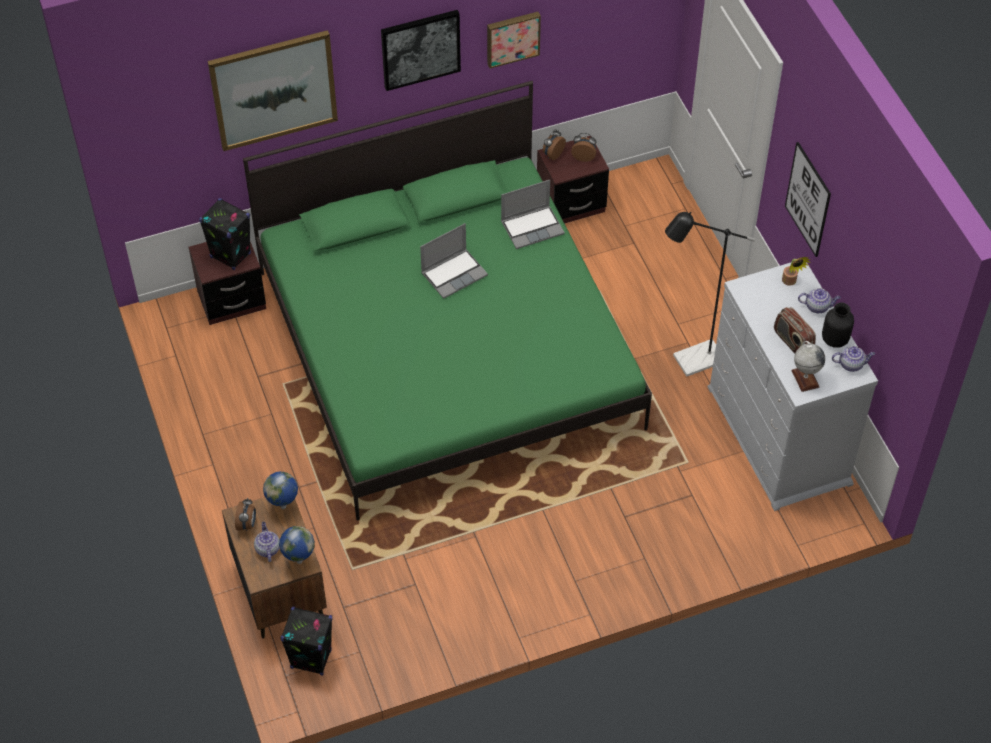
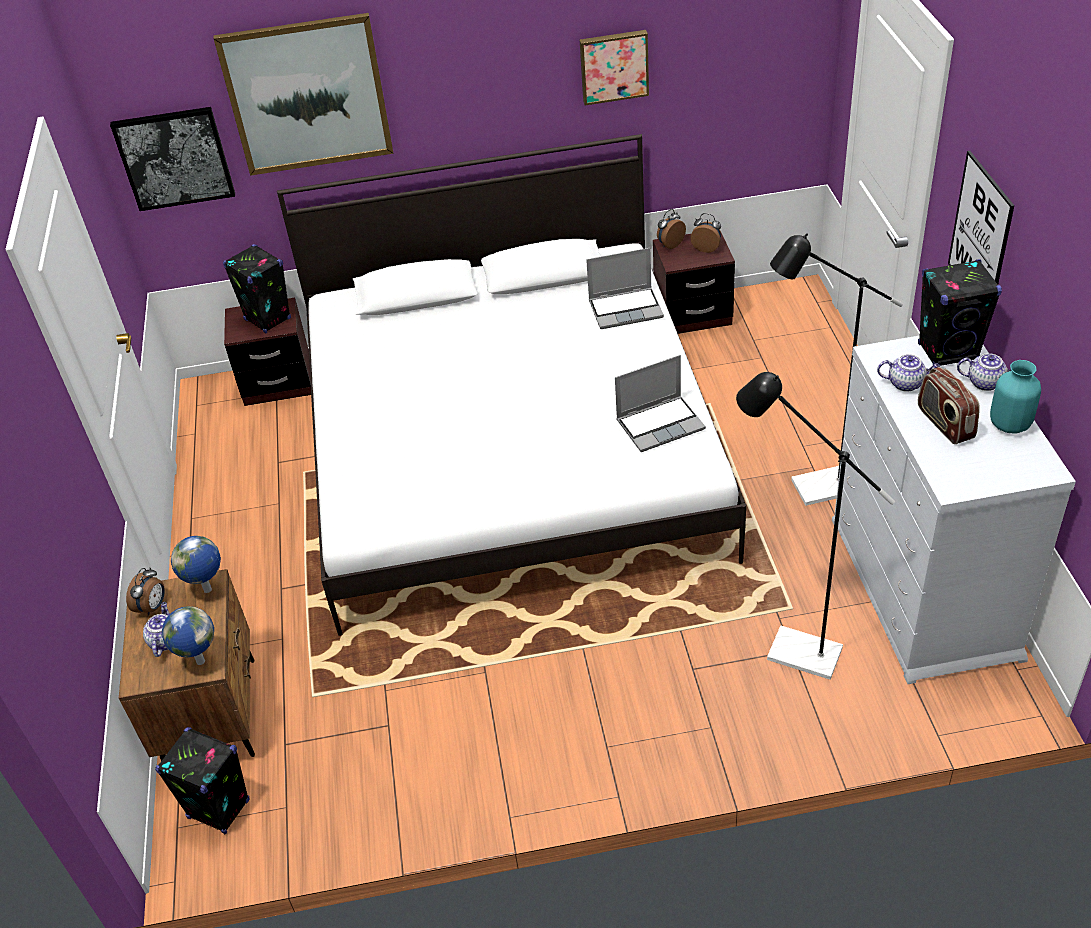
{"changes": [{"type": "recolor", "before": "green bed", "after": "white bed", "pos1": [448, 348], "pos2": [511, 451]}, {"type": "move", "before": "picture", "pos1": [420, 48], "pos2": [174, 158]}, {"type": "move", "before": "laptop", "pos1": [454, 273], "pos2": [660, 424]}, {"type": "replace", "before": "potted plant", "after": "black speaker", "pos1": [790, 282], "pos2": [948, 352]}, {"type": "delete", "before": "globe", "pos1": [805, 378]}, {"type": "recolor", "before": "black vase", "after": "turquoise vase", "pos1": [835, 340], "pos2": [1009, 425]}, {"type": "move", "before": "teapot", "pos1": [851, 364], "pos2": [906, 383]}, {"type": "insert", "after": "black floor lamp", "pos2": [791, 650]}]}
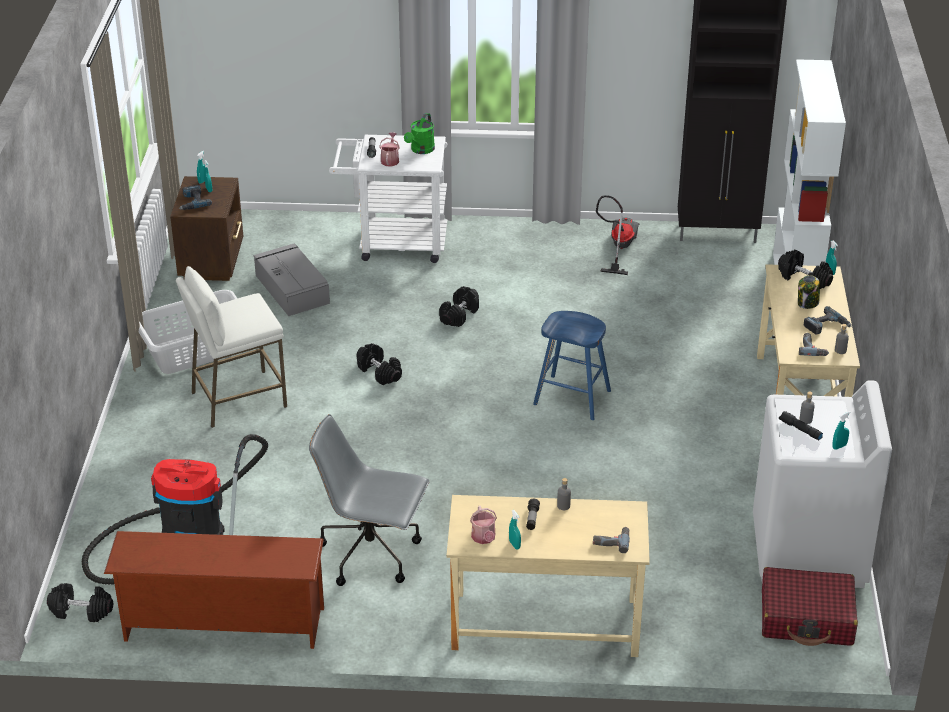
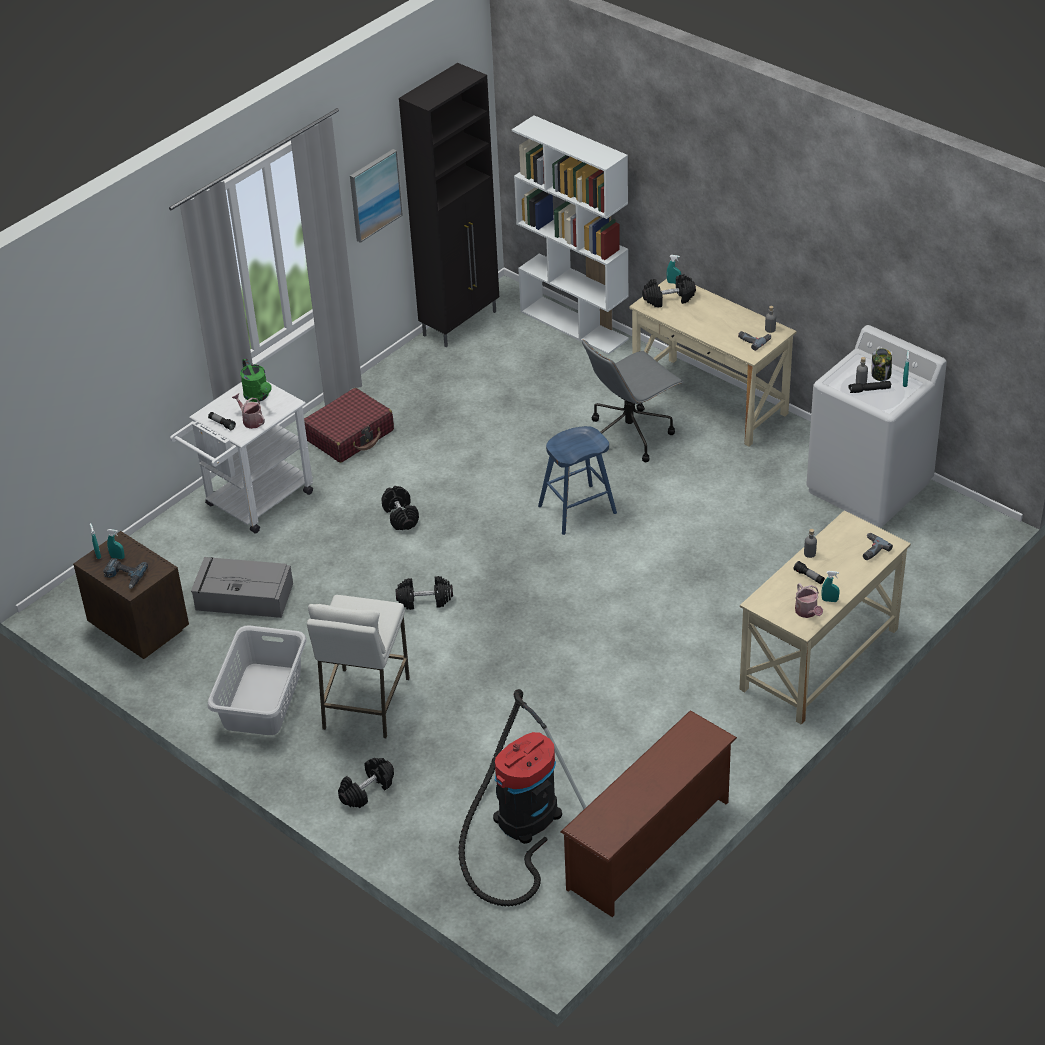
{"changes": [{"type": "move", "before": "black dumbbell", "pos1": [82, 611], "pos2": [367, 790]}, {"type": "move", "before": "grey office chair", "pos1": [372, 554], "pos2": [630, 434]}, {"type": "rotate", "before": "watering can", "pos1": [484, 538], "pos2": [807, 612], "turn": 45}, {"type": "delete", "before": "vacuum cleaner", "pos1": [618, 247]}, {"type": "move", "before": "red suitcase", "pos1": [807, 618], "pos2": [349, 435]}, {"type": "move", "before": "jar", "pos1": [807, 303], "pos2": [881, 375]}, {"type": "delete", "before": "power drill", "pos1": [826, 326]}, {"type": "insert", "after": "picture", "pos2": [374, 195]}]}
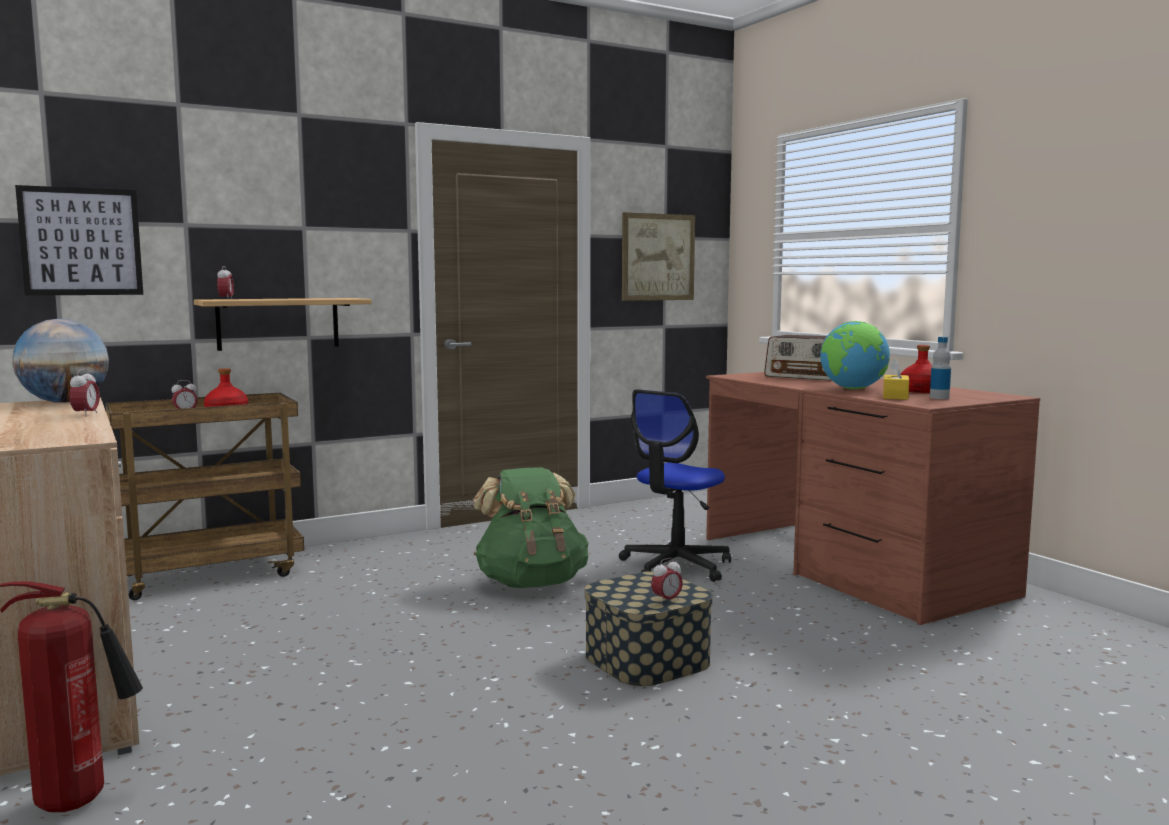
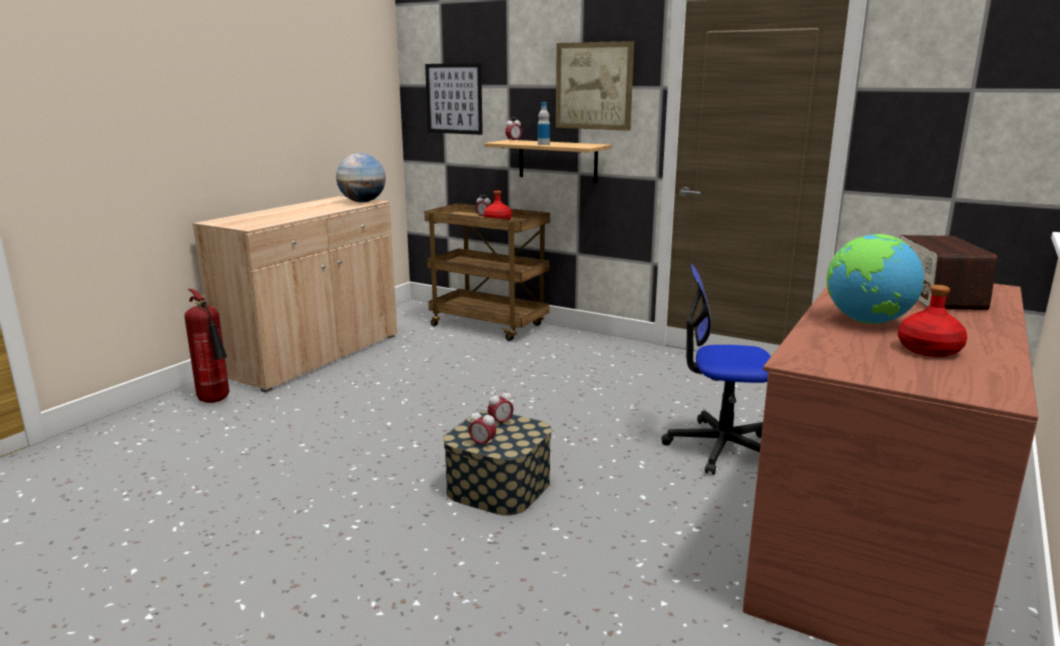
{"changes": [{"type": "move", "before": "alarm clock", "pos1": [86, 414], "pos2": [500, 423]}, {"type": "delete", "before": "green backpack", "pos1": [531, 583]}, {"type": "move", "before": "picture", "pos1": [658, 257], "pos2": [593, 86]}, {"type": "delete", "before": "yellow tissue box", "pos1": [895, 396]}, {"type": "move", "before": "bottle", "pos1": [939, 398], "pos2": [543, 144]}]}
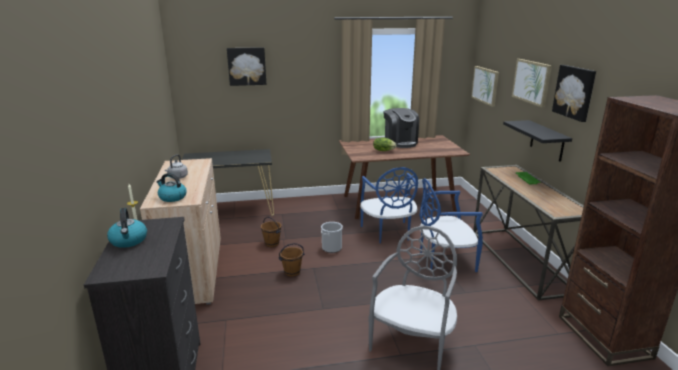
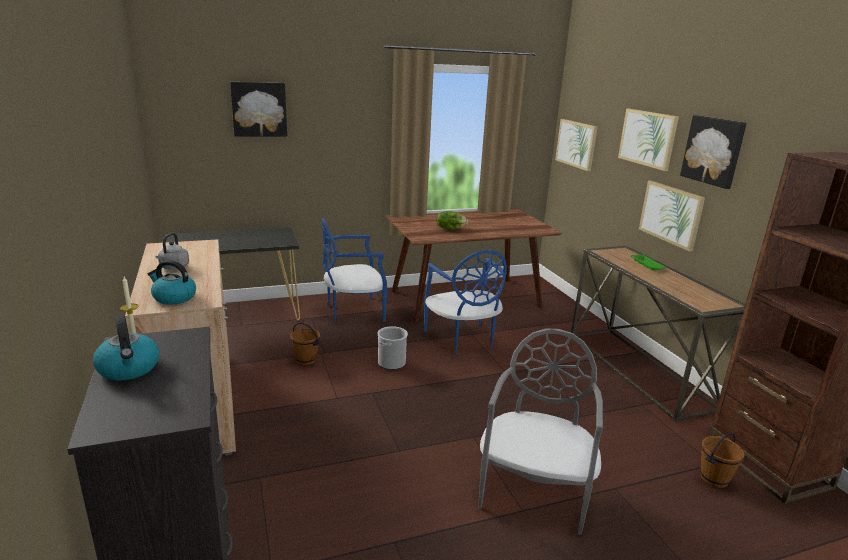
{"changes": [{"type": "move", "before": "brown bucket", "pos1": [292, 272], "pos2": [713, 478]}, {"type": "delete", "before": "coffee machine", "pos1": [400, 142]}, {"type": "move", "before": "blue chair", "pos1": [444, 259], "pos2": [353, 311]}, {"type": "replace", "before": "black shelf", "after": "picture", "pos1": [547, 141], "pos2": [671, 214]}]}
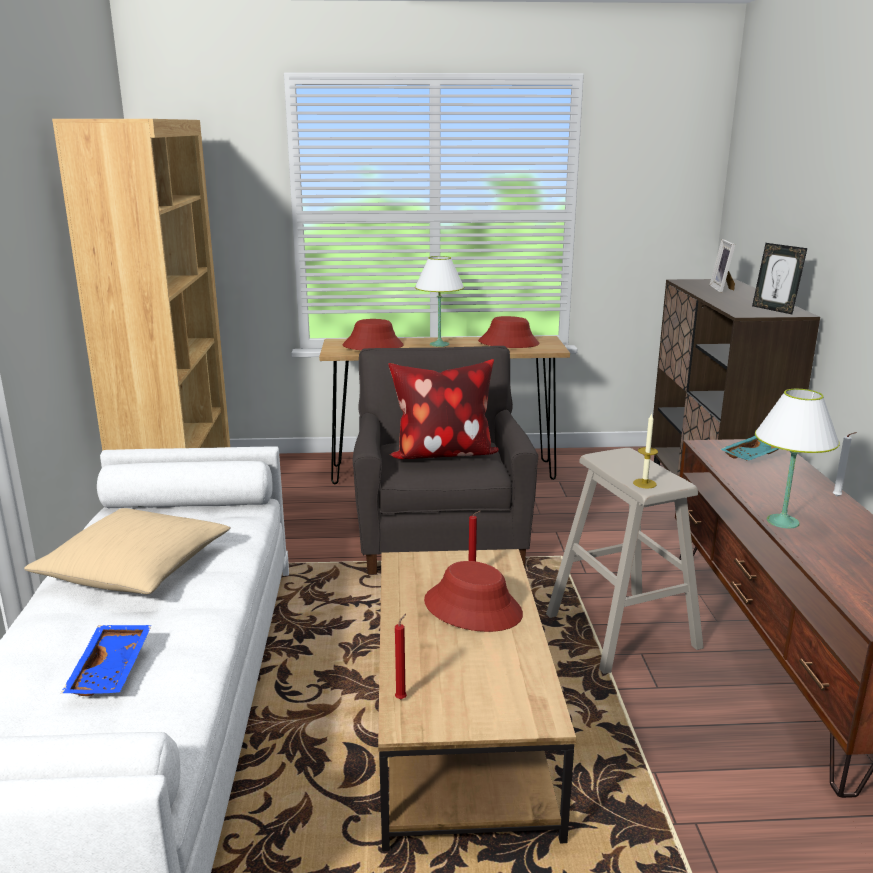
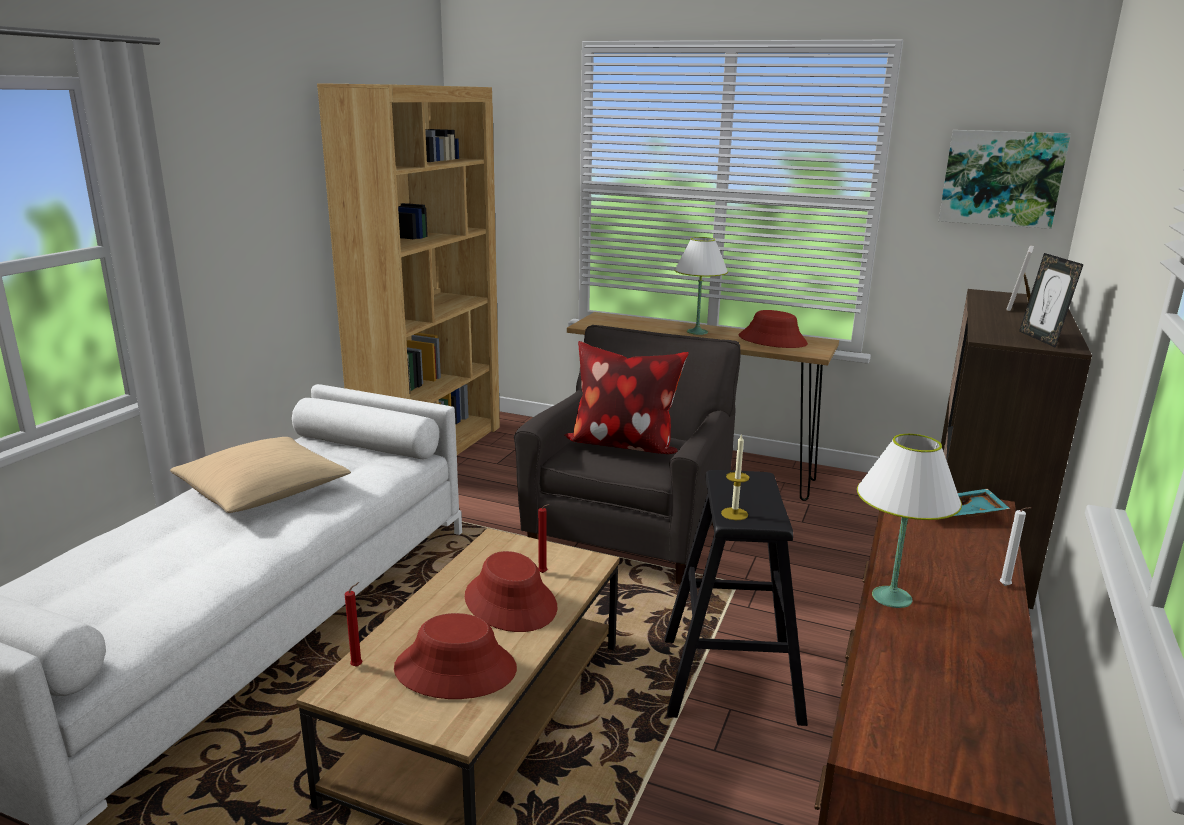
{"changes": [{"type": "delete", "before": "blue tray", "pos1": [112, 670]}, {"type": "move", "before": "red hat", "pos1": [373, 346], "pos2": [456, 669]}, {"type": "recolor", "before": "beige stool", "after": "black stool", "pos1": [622, 631], "pos2": [731, 679]}, {"type": "insert", "after": "picture", "pos2": [1001, 178]}]}
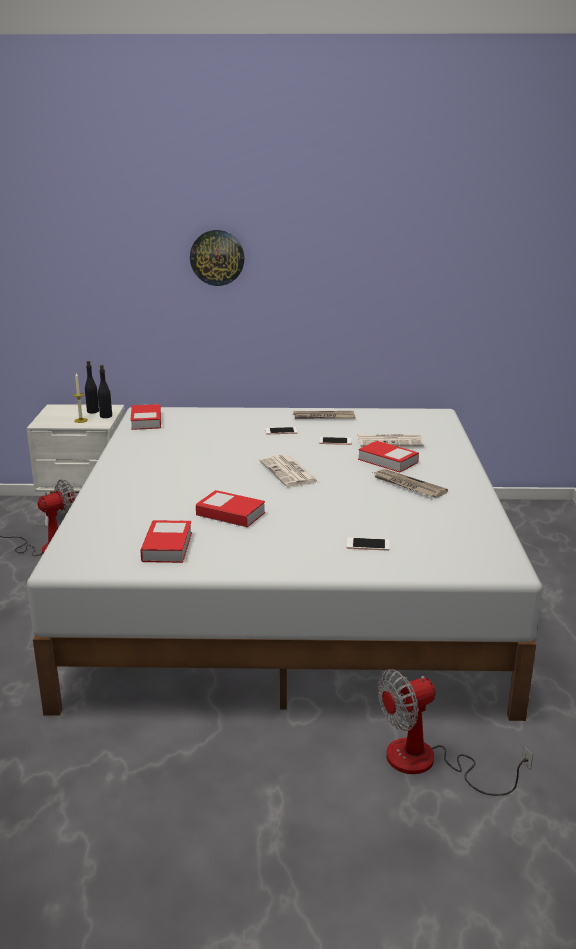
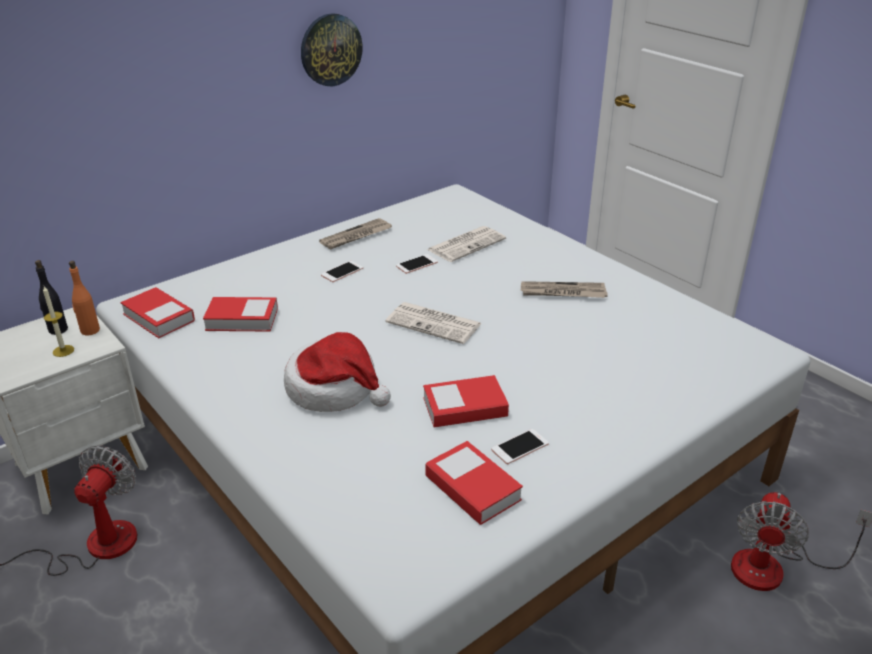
{"changes": [{"type": "recolor", "before": "black bottle", "after": "orange bottle", "pos1": [106, 416], "pos2": [90, 330]}, {"type": "move", "before": "wall clock", "pos1": [217, 257], "pos2": [330, 50]}, {"type": "move", "before": "phone", "pos1": [368, 545], "pos2": [520, 447]}, {"type": "move", "before": "book", "pos1": [388, 461], "pos2": [242, 319]}, {"type": "insert", "after": "hat", "pos2": [334, 388]}]}
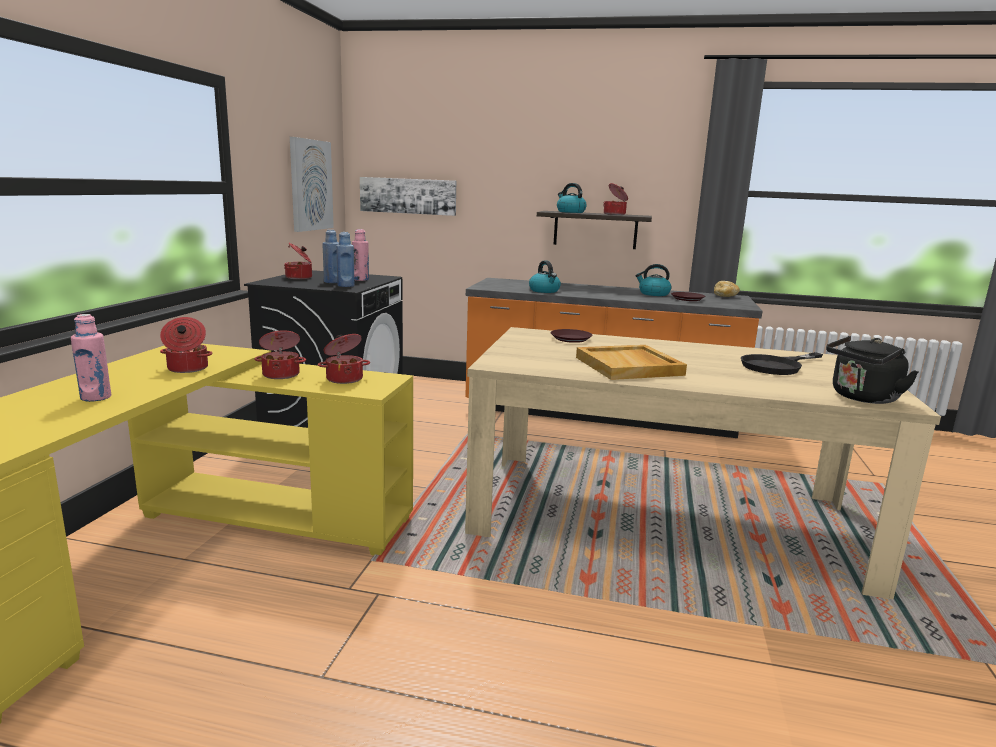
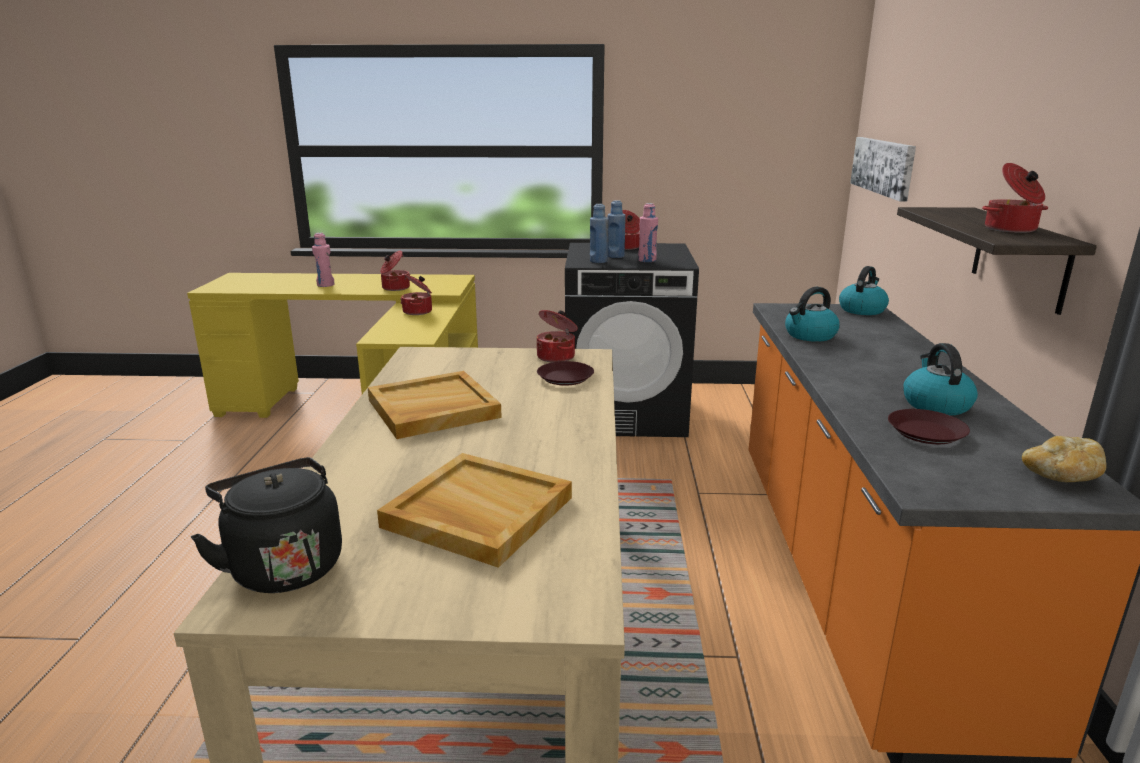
{"changes": [{"type": "delete", "before": "picture", "pos1": [310, 185]}, {"type": "move", "before": "cooking pot", "pos1": [344, 378], "pos2": [557, 357]}, {"type": "move", "before": "kettle", "pos1": [570, 212], "pos2": [862, 310]}, {"type": "replace", "before": "black frying pan", "after": "beige tray", "pos1": [777, 366], "pos2": [476, 512]}]}
